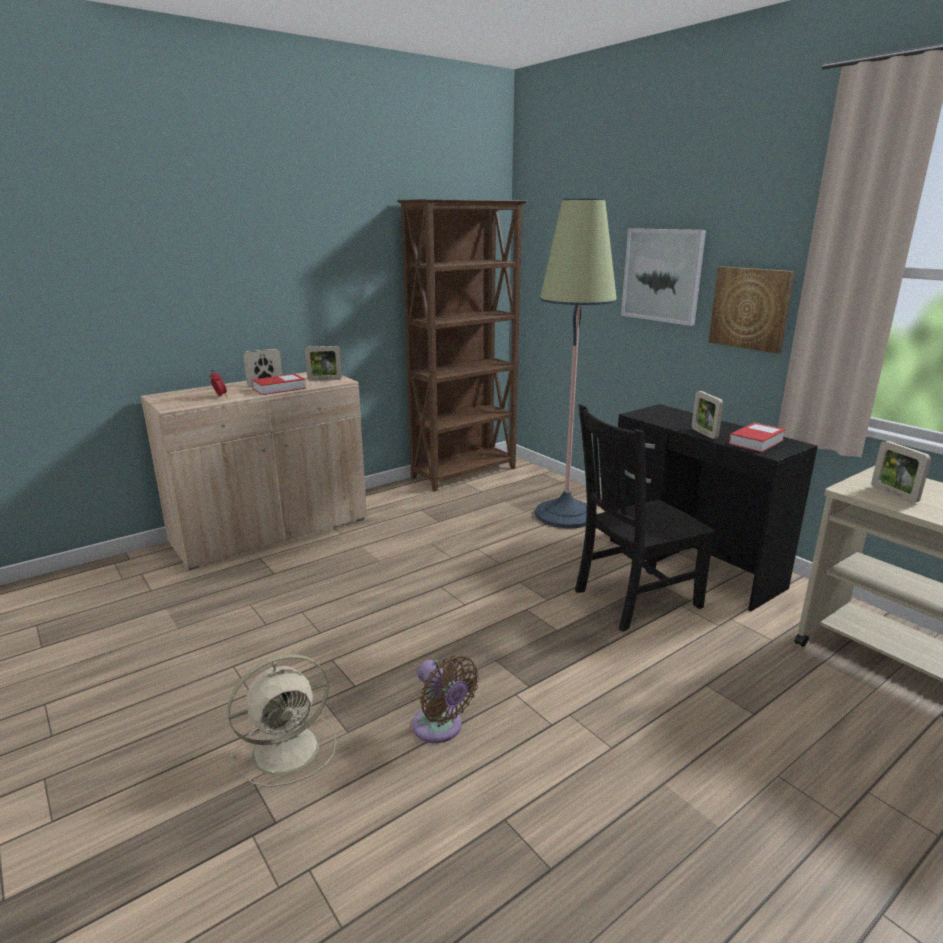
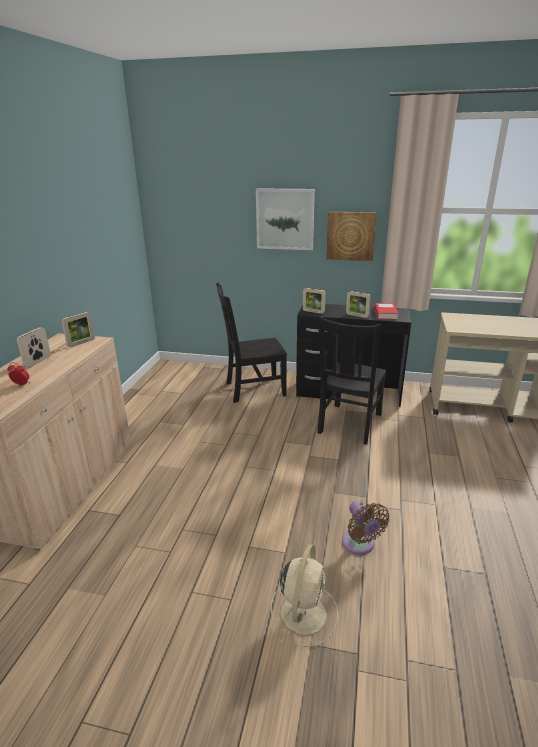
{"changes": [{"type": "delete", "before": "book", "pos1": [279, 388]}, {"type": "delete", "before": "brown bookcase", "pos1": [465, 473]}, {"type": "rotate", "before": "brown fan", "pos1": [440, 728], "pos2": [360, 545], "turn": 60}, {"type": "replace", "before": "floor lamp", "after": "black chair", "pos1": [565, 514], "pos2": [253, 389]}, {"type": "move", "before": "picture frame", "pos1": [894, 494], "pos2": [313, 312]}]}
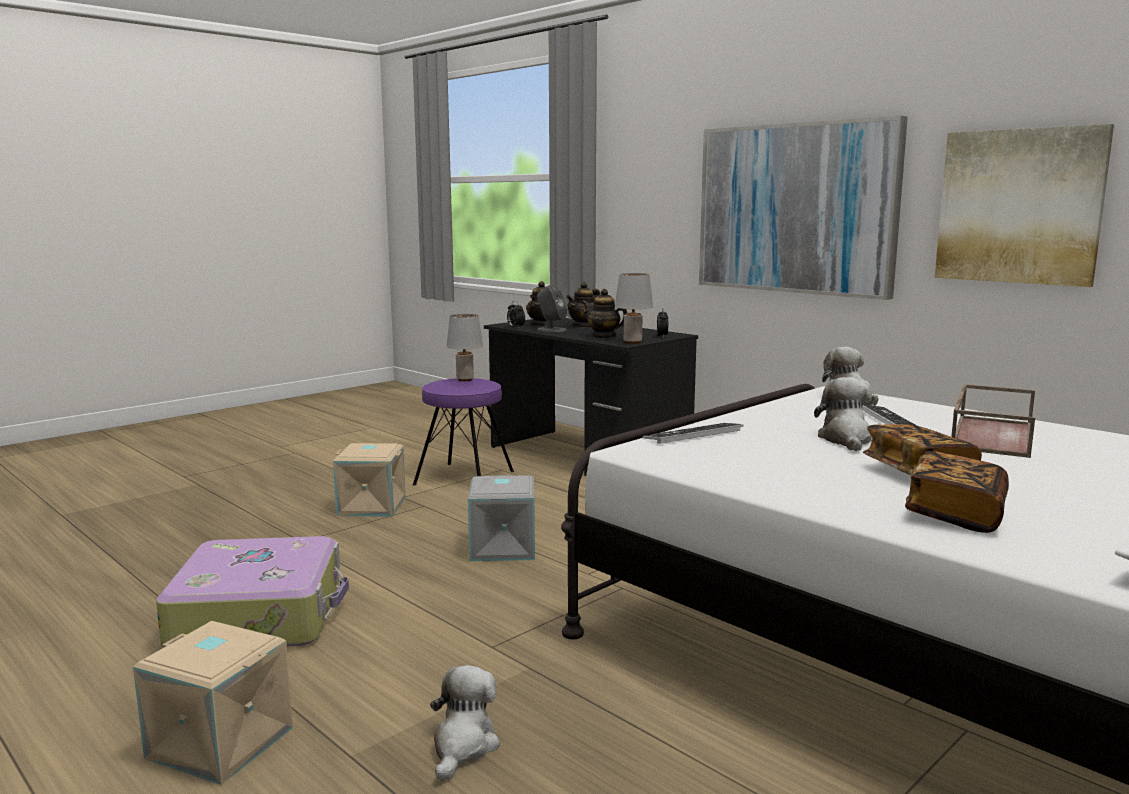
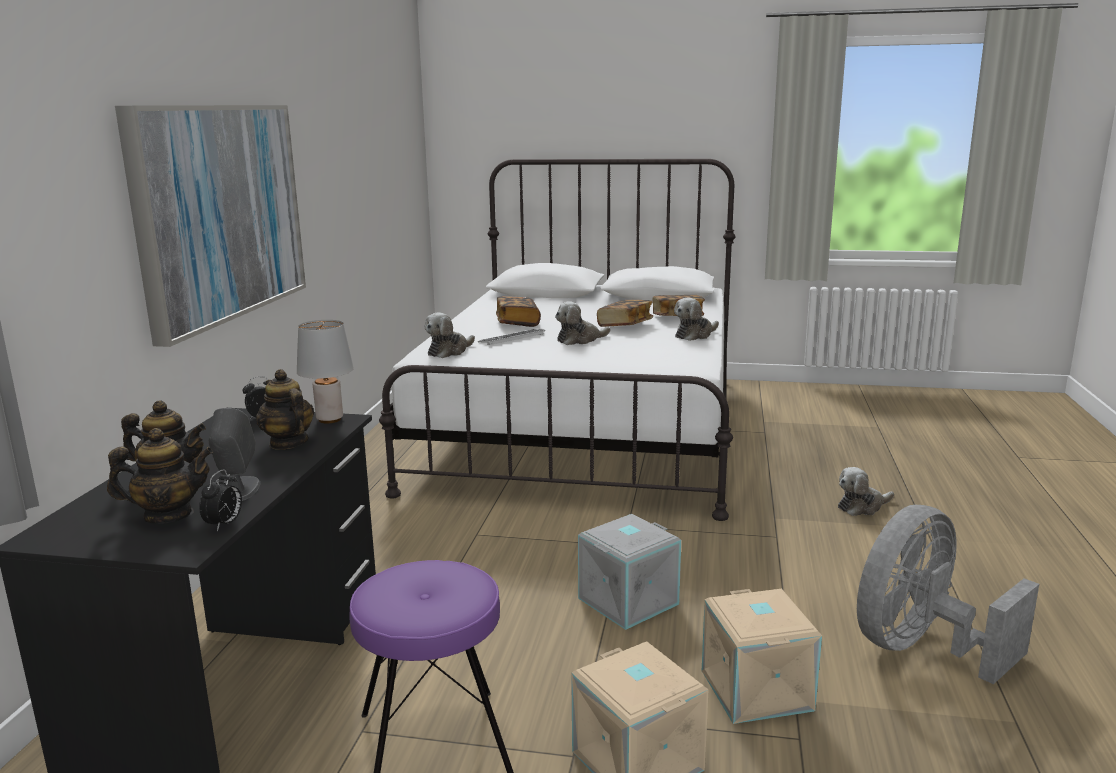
{"changes": [{"type": "move", "before": "beige storage box", "pos1": [218, 743], "pos2": [758, 690]}, {"type": "replace", "before": "suitcase", "after": "grey fan", "pos1": [260, 615], "pos2": [921, 648]}, {"type": "delete", "before": "grey table lamp", "pos1": [465, 379]}, {"type": "rotate", "before": "teapot", "pos1": [604, 336], "pos2": [288, 443], "turn": 150}, {"type": "delete", "before": "keyboard", "pos1": [693, 435]}, {"type": "delete", "before": "picture", "pos1": [1019, 206]}, {"type": "replace", "before": "brown tray", "after": "book", "pos1": [990, 435], "pos2": [517, 323]}, {"type": "insert", "after": "plush toy", "pos2": [695, 335]}]}
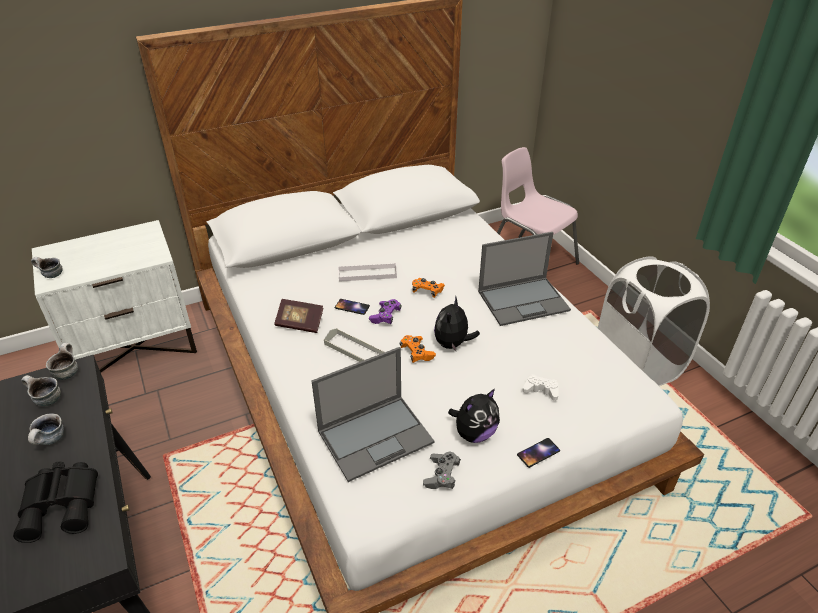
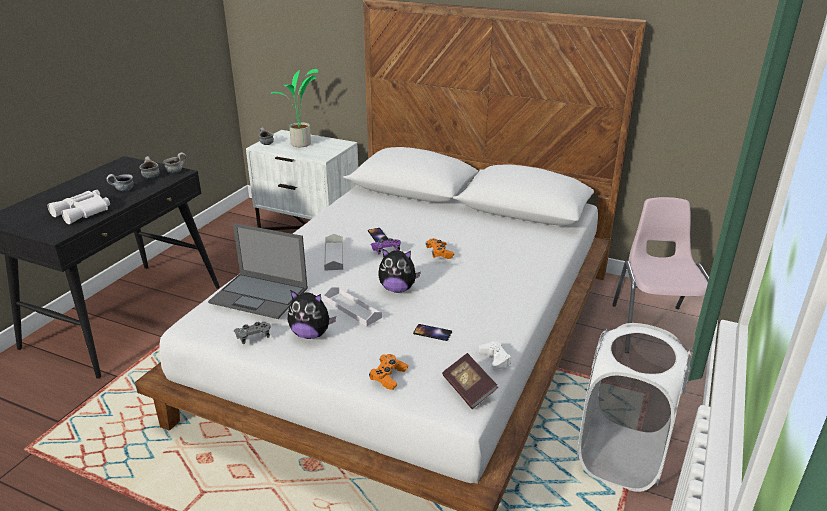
{"changes": [{"type": "recolor", "before": "black binoculars", "after": "white binoculars", "pos1": [63, 504], "pos2": [83, 212]}, {"type": "move", "before": "book", "pos1": [300, 323], "pos2": [468, 389]}, {"type": "move", "before": "white tray", "pos1": [367, 274], "pos2": [352, 309]}, {"type": "move", "before": "orange game controller", "pos1": [417, 353], "pos2": [388, 377]}, {"type": "rotate", "before": "plush toy", "pos1": [453, 344], "pos2": [397, 289], "turn": -150}, {"type": "delete", "before": "laptop", "pos1": [524, 300]}, {"type": "move", "before": "phone", "pos1": [538, 453], "pos2": [432, 333]}, {"type": "move", "before": "white game controller", "pos1": [541, 390], "pos2": [495, 359]}, {"type": "insert", "after": "potted plant", "pos2": [301, 144]}]}
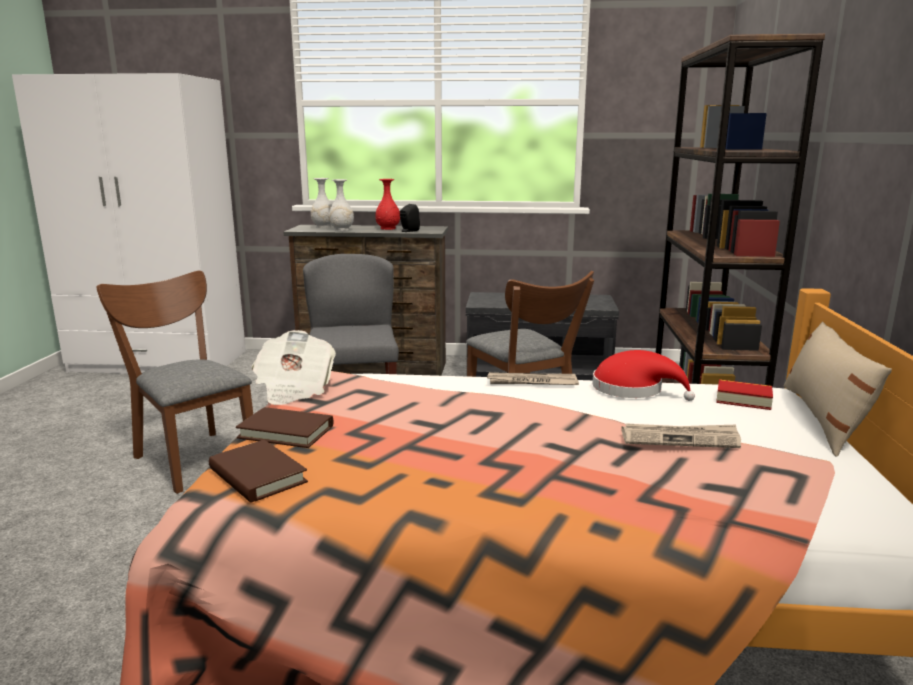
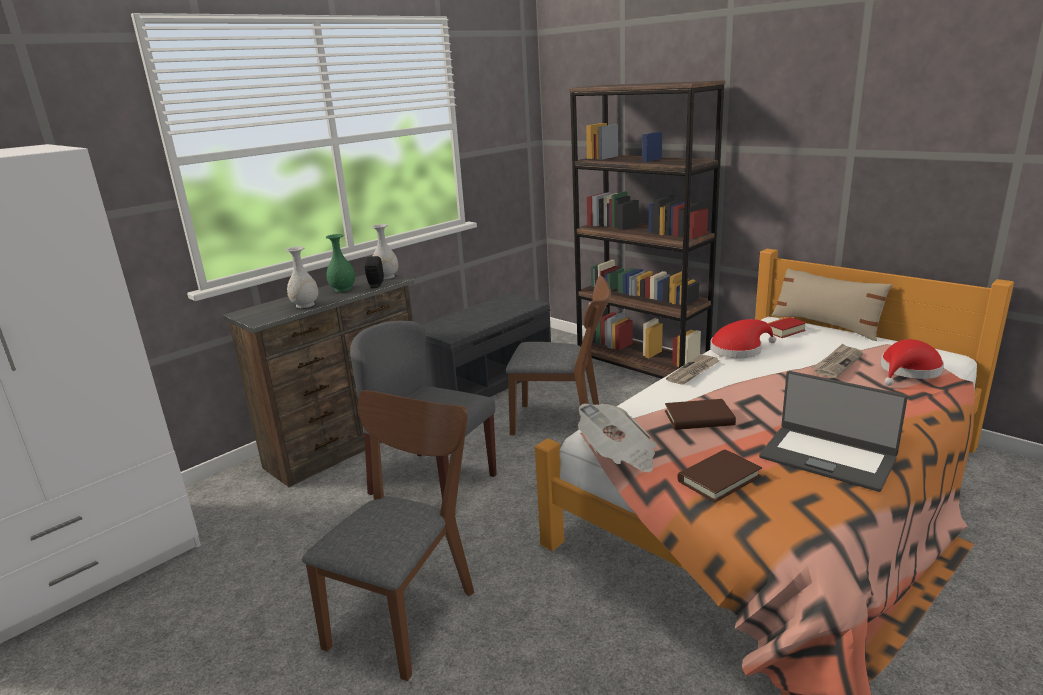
{"changes": [{"type": "rotate", "before": "brown chair", "pos1": [192, 457], "pos2": [407, 610], "turn": 120}, {"type": "move", "before": "brown book", "pos1": [257, 476], "pos2": [699, 418]}, {"type": "move", "before": "white vase", "pos1": [323, 226], "pos2": [386, 277]}, {"type": "recolor", "before": "red vase", "after": "green vase", "pos1": [388, 228], "pos2": [343, 289]}, {"type": "insert", "after": "laptop", "pos2": [827, 457]}, {"type": "insert", "after": "red hat", "pos2": [908, 371]}]}
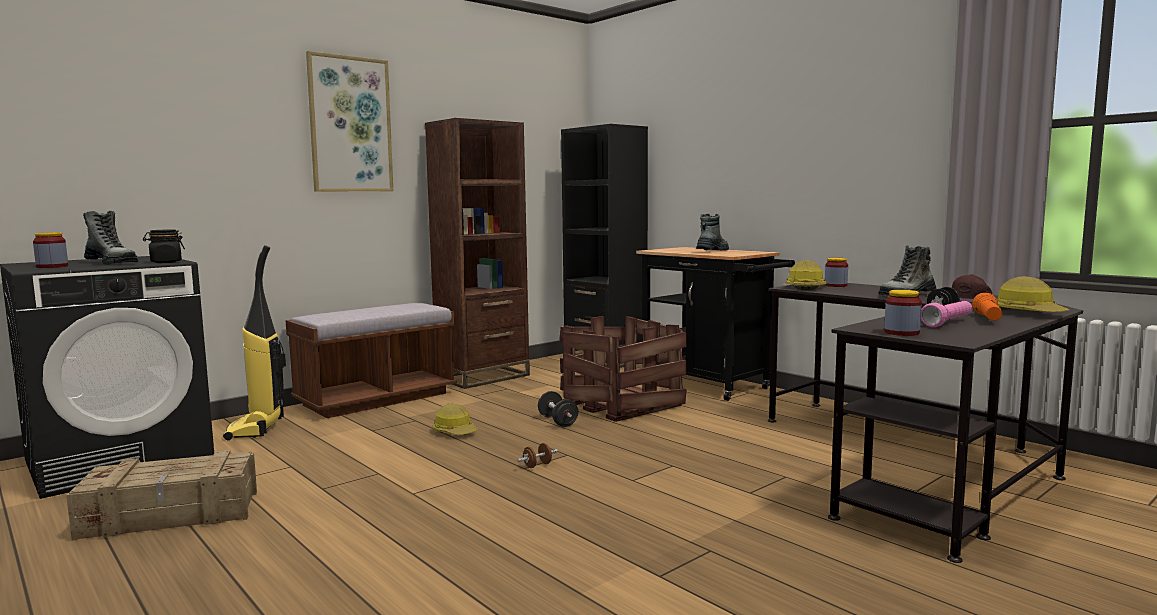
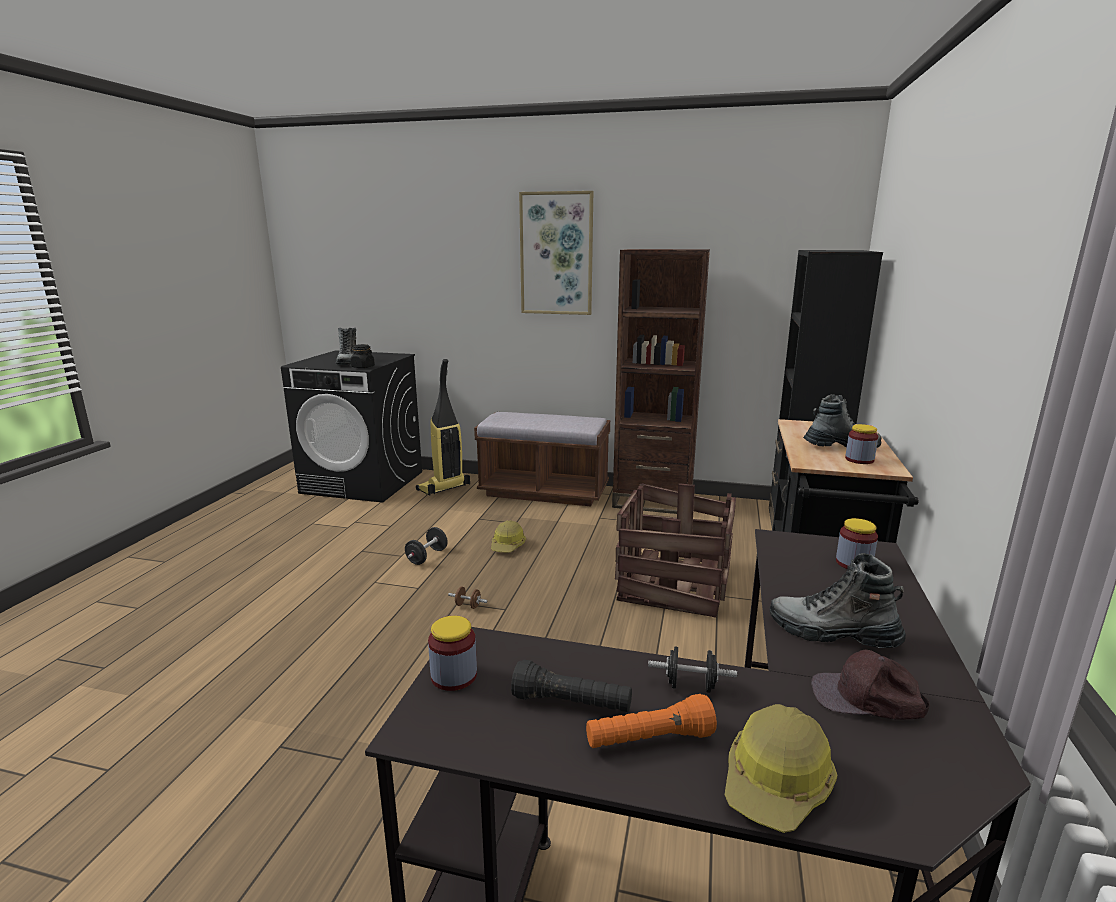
{"changes": [{"type": "move", "before": "jar", "pos1": [52, 266], "pos2": [859, 460]}, {"type": "delete", "before": "crate", "pos1": [172, 515]}, {"type": "move", "before": "black dumbbell", "pos1": [558, 421], "pos2": [427, 556]}, {"type": "delete", "before": "hard hat", "pos1": [804, 287]}, {"type": "recolor", "before": "pink flashlight", "after": "black flashlight", "pos1": [947, 323], "pos2": [571, 704]}]}
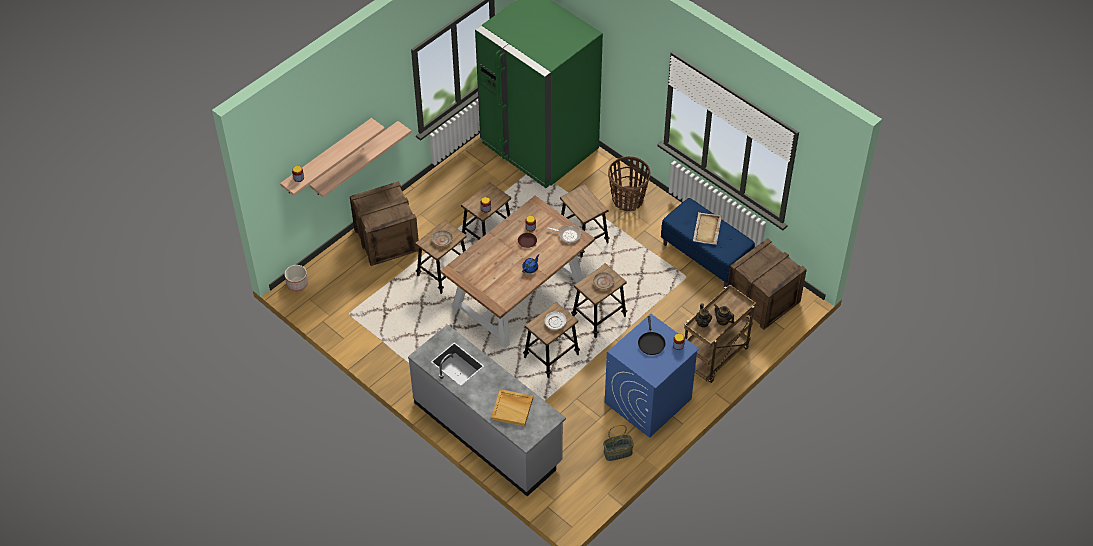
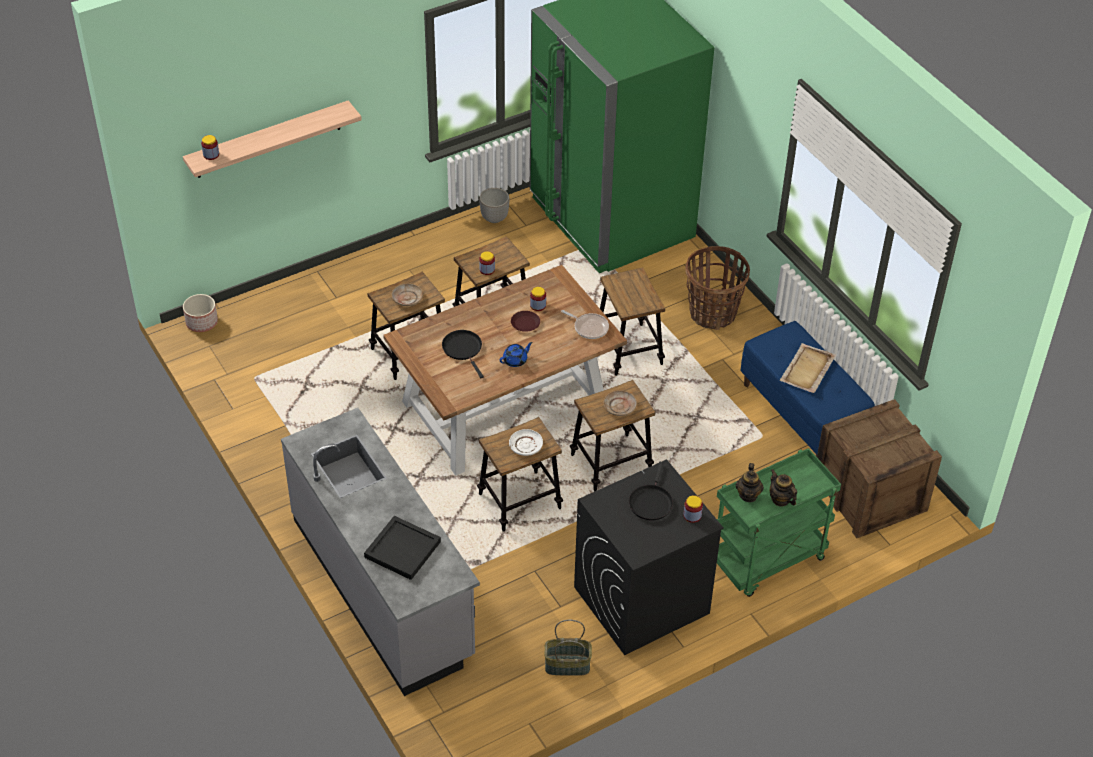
{"changes": [{"type": "delete", "before": "shelf", "pos1": [355, 159]}, {"type": "delete", "before": "crate", "pos1": [387, 240]}, {"type": "recolor", "before": "beige tray", "after": "black tray", "pos1": [512, 408], "pos2": [403, 549]}, {"type": "recolor", "before": "blue washing machine", "after": "black washing machine", "pos1": [648, 401], "pos2": [641, 601]}, {"type": "recolor", "before": "brown cart", "after": "green cart", "pos1": [715, 357], "pos2": [767, 561]}, {"type": "insert", "after": "black frying pan", "pos2": [463, 349]}, {"type": "insert", "after": "planter", "pos2": [494, 218]}]}
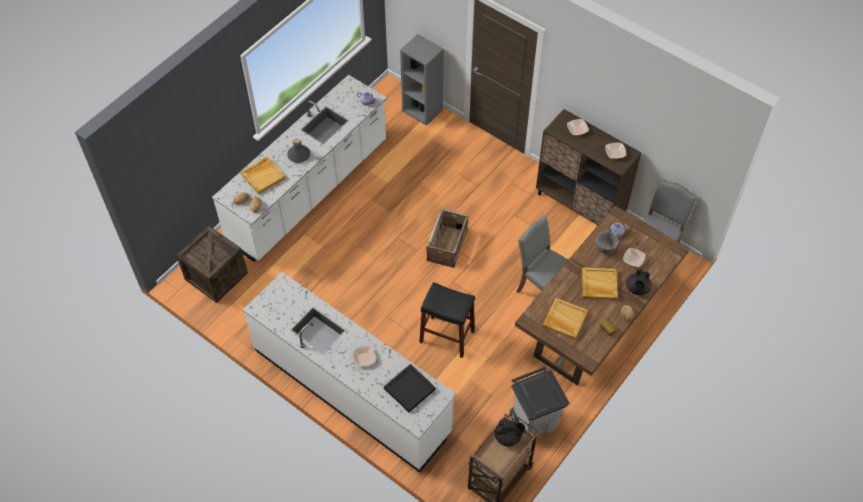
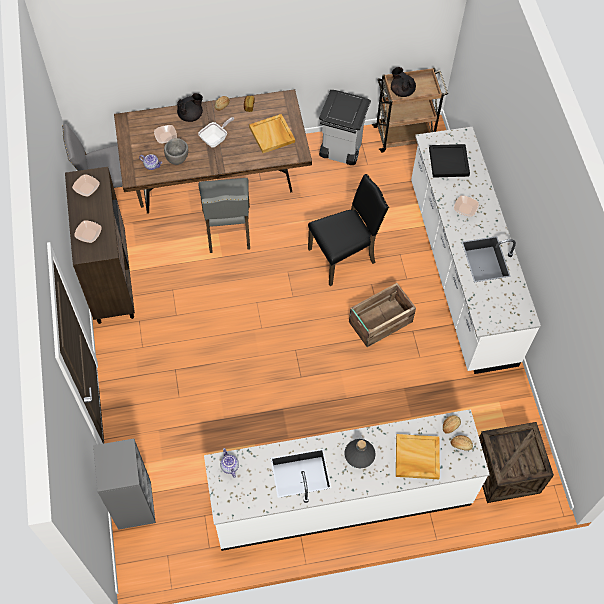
{"changes": [{"type": "replace", "before": "black stool", "after": "black chair", "pos1": [447, 336], "pos2": [344, 256]}, {"type": "move", "before": "crate", "pos1": [447, 245], "pos2": [379, 322]}, {"type": "replace", "before": "beige tray", "after": "frying pan", "pos1": [598, 285], "pos2": [216, 139]}]}
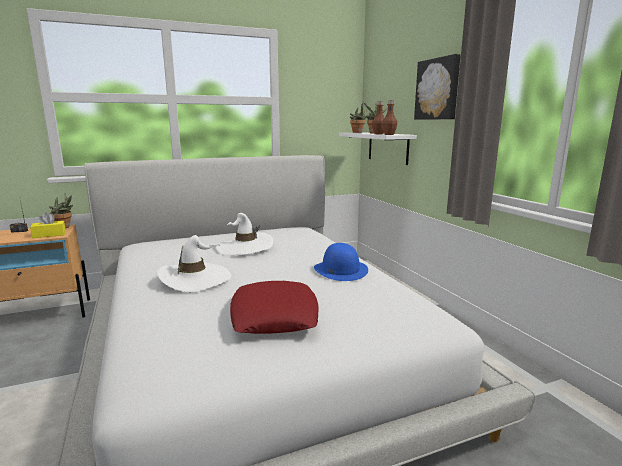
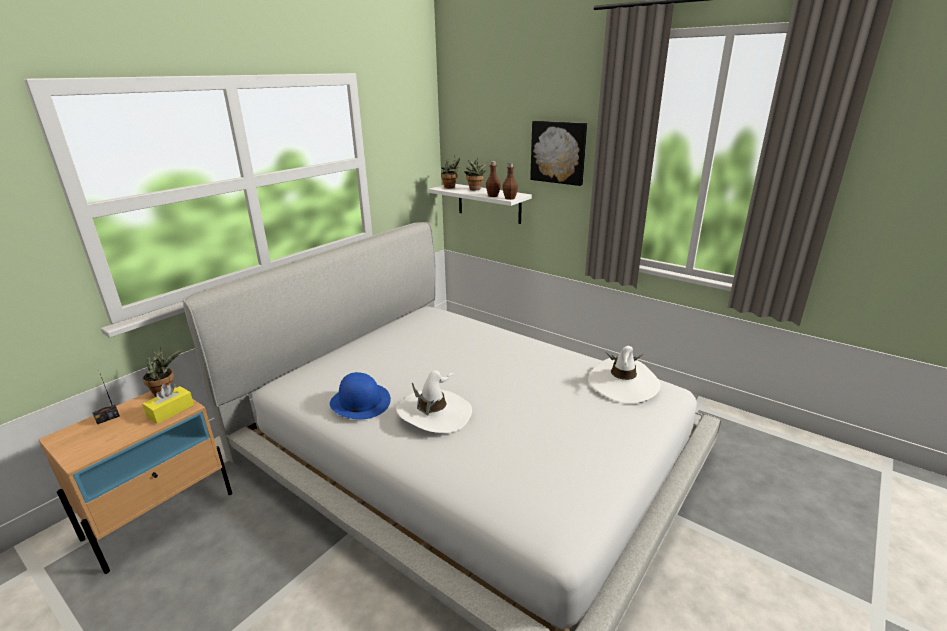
{"changes": [{"type": "move", "before": "white hat", "pos1": [244, 248], "pos2": [623, 383]}, {"type": "delete", "before": "red pillow", "pos1": [274, 315]}, {"type": "move", "before": "blue hat", "pos1": [340, 270], "pos2": [360, 401]}]}
